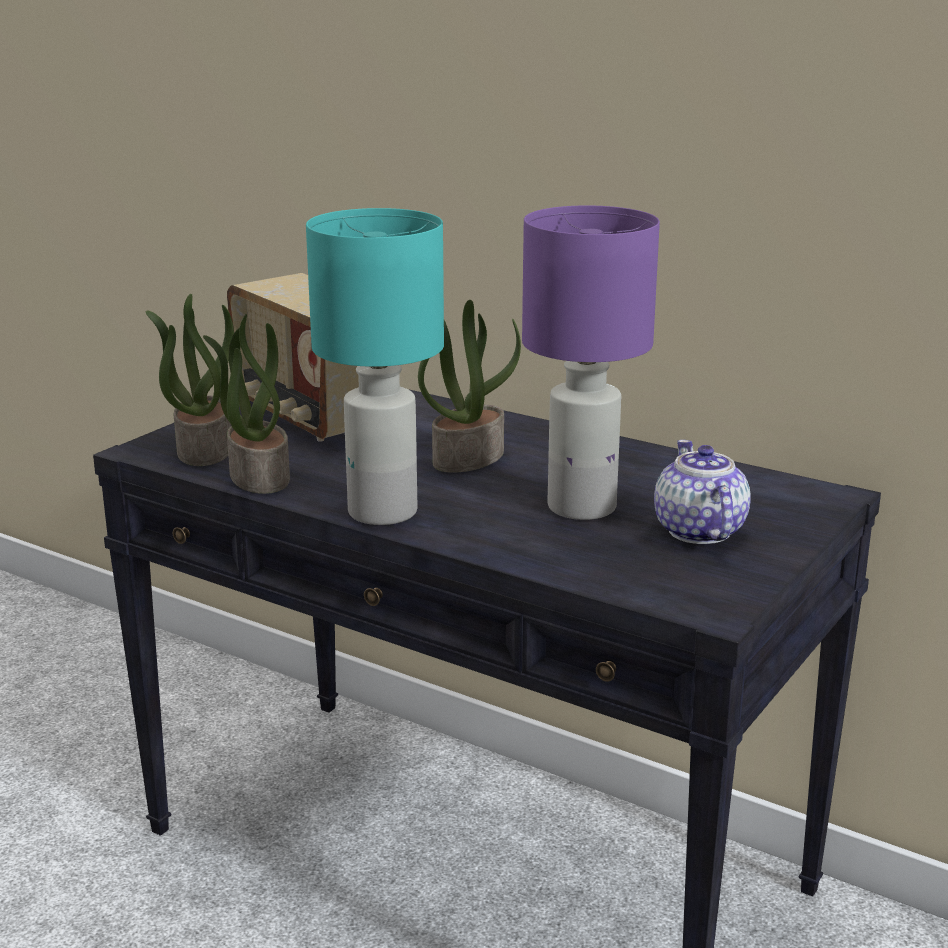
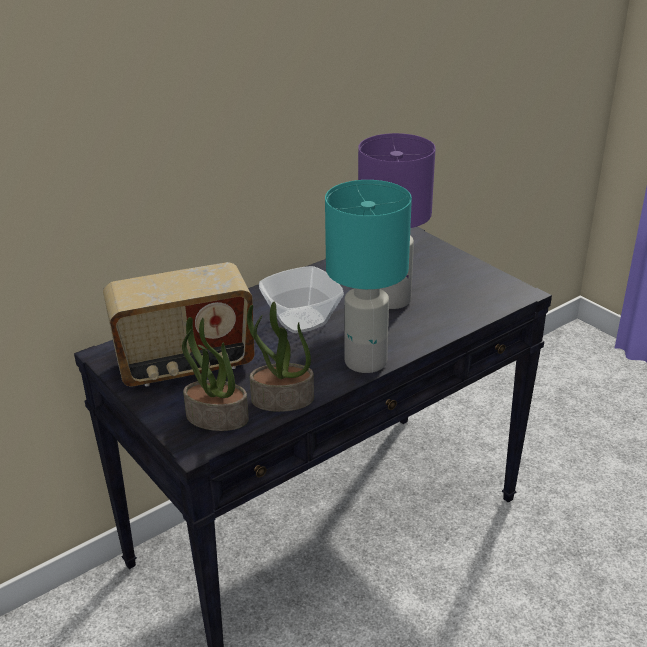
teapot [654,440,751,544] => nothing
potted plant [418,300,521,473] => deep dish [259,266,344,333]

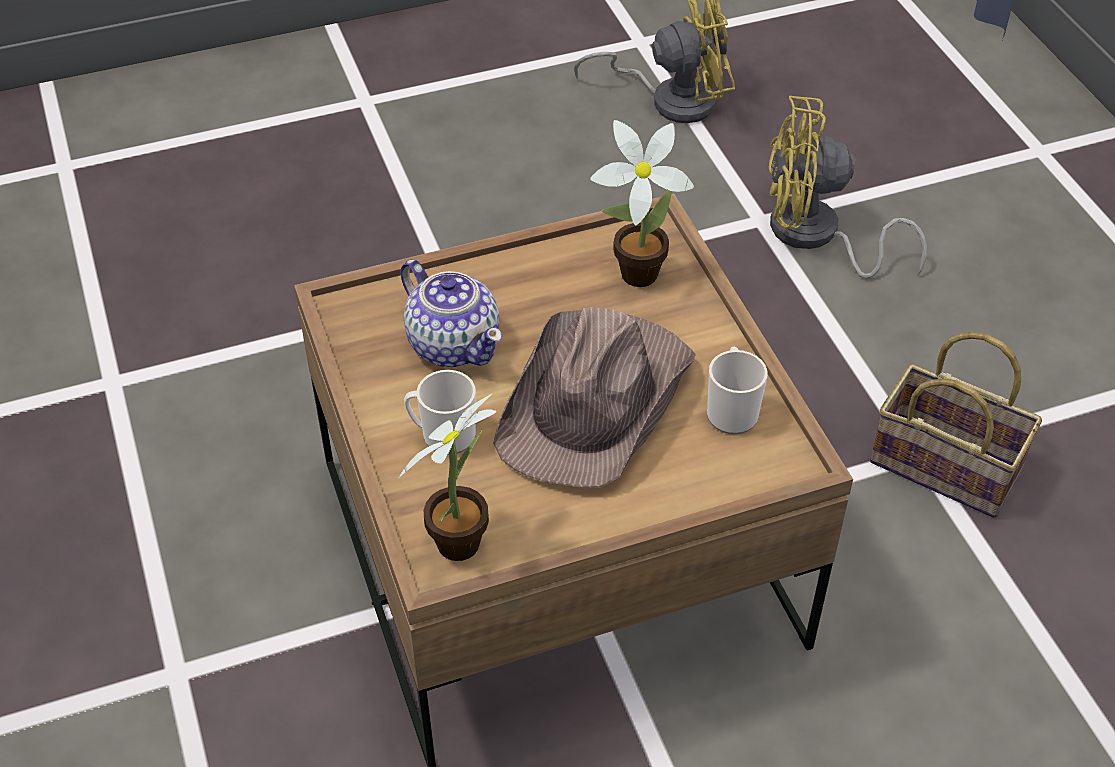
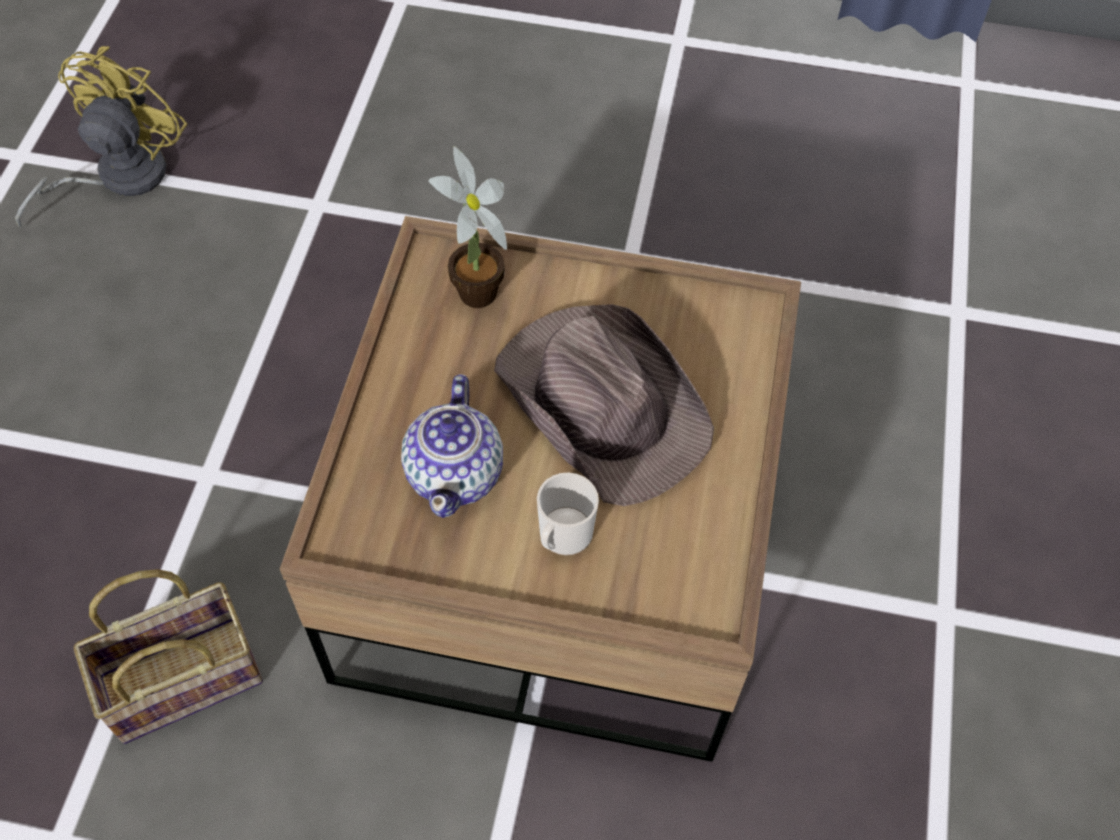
potted plant [398,393,496,561] => nothing
tea mug [707,347,768,434] => nothing
yellow-coloured cooling fan [769,96,927,278] => nothing
basket [870,332,1042,518] => basket [74,569,263,744], moved
teapot [400,259,502,367] => teapot [401,374,503,518], 105 degrees clockwise

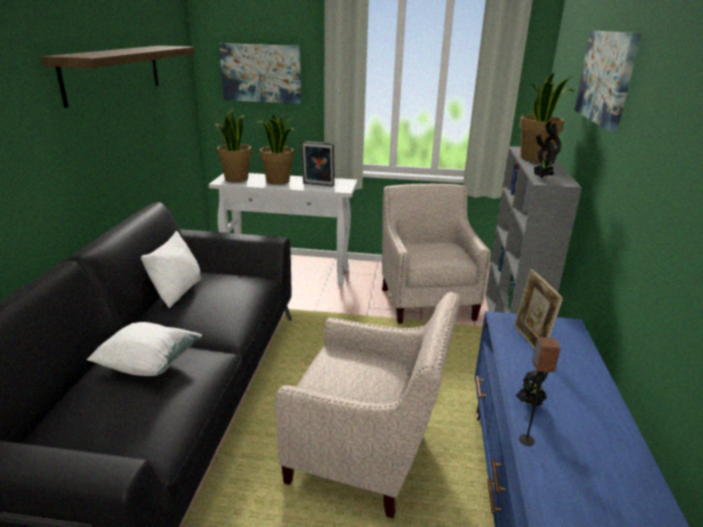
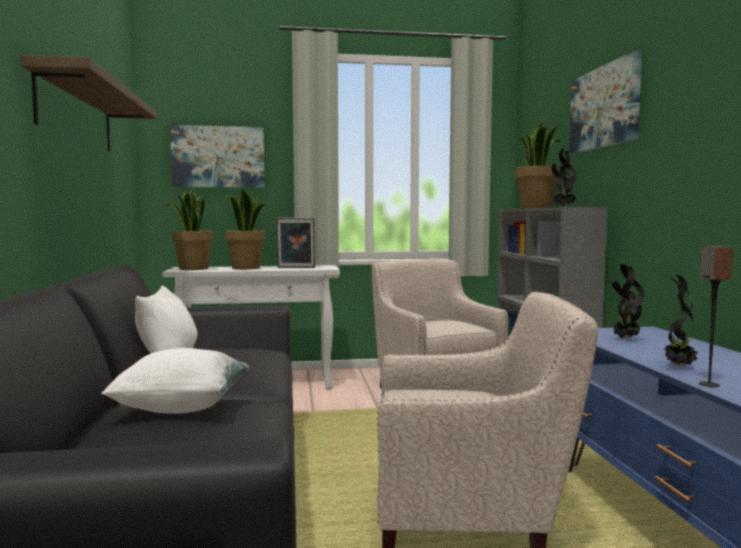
photo frame [514,269,563,350] => potted plant [612,264,645,338]

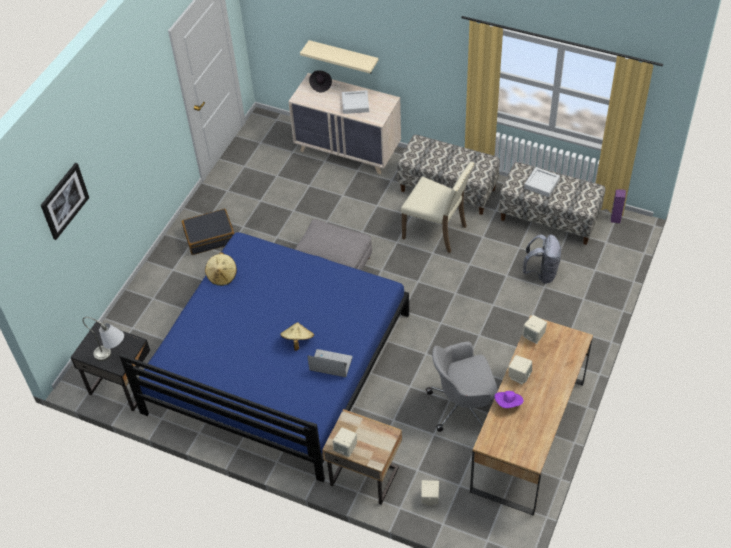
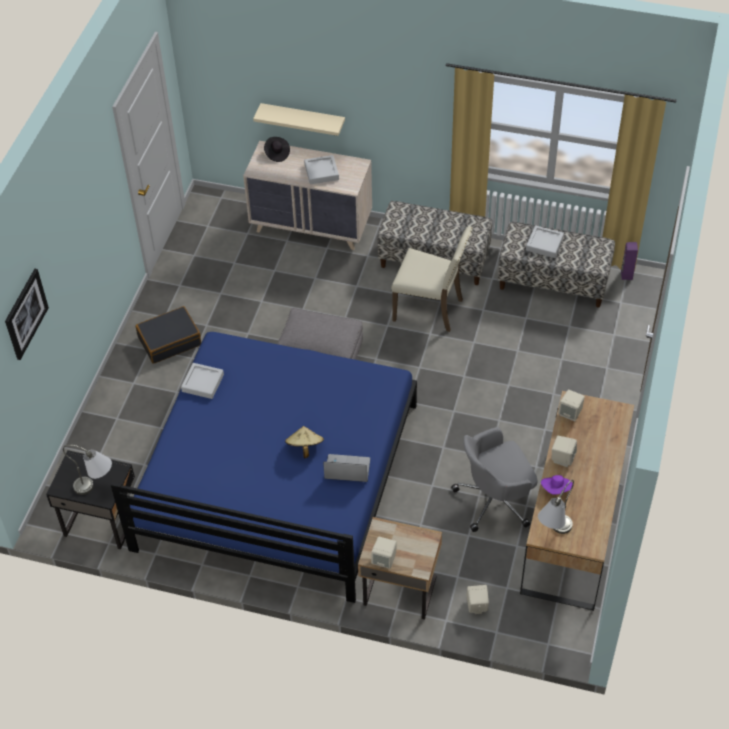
greyish backpack [523,234,561,284] => nothing
nothing => greyish lamp for a table [538,480,574,534]
sand-coloured wearable hat [205,252,237,286] => greyish serving tray [181,363,224,399]

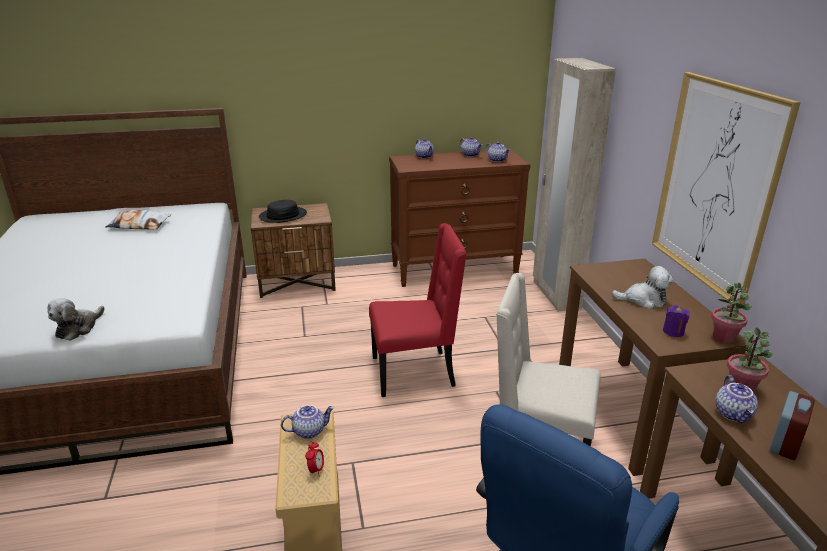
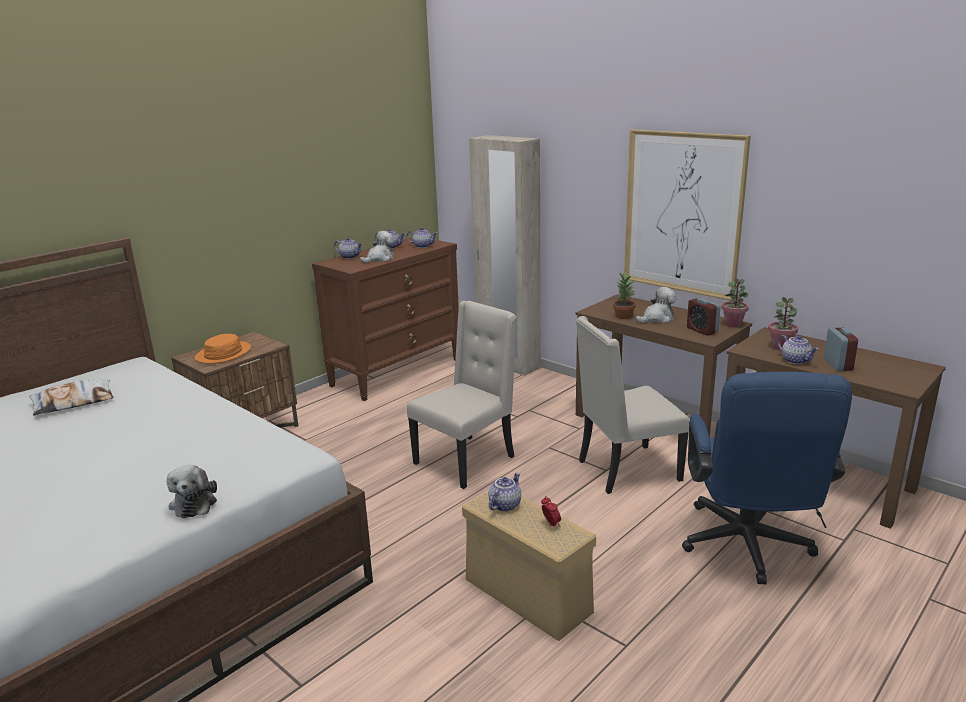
nothing => cuddly toy [360,231,394,263]
nothing => potted plant [613,272,636,319]
purple-coloured wax light [663,305,690,337] => bedside clock [687,298,721,336]
black-coloured wearable hat [259,200,307,223] => orange-coloured wearable hat [195,334,251,364]
reddish chair [369,223,467,397] => sand-coloured chair [407,301,517,489]

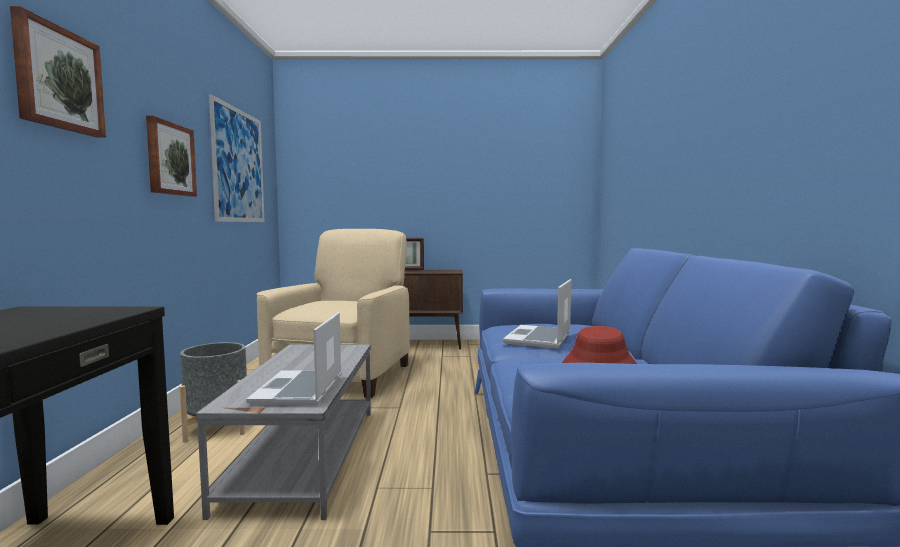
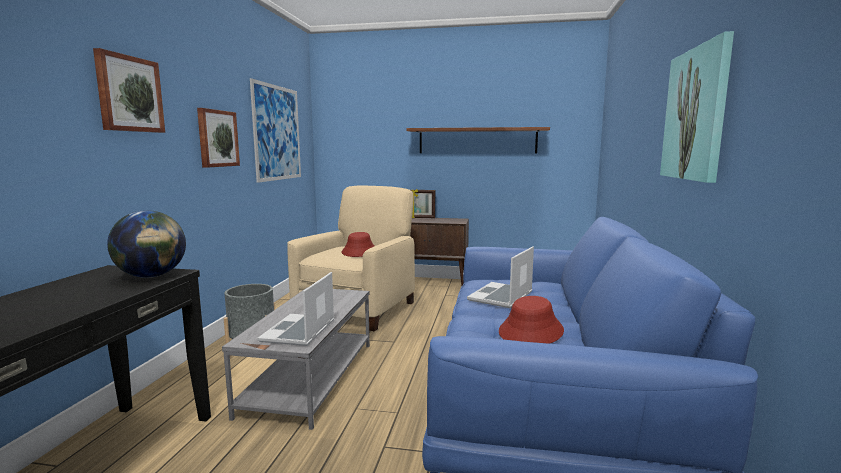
nothing => globe [107,210,186,278]
nothing => reddish wearable hat [342,232,374,257]
nothing => brown-coloured shelf [406,127,550,153]
nothing => picture [660,31,734,183]

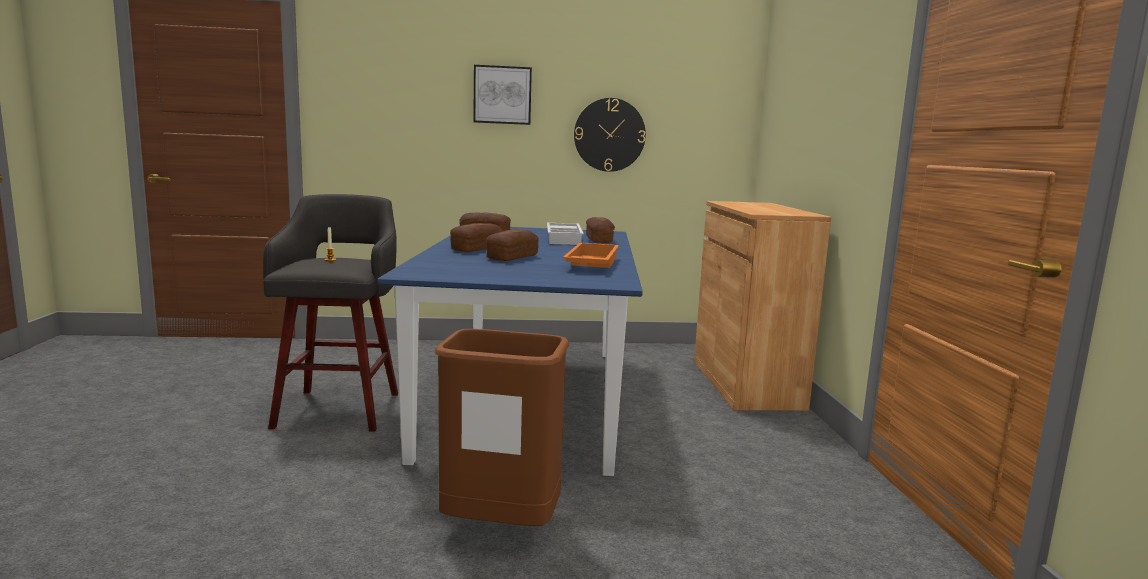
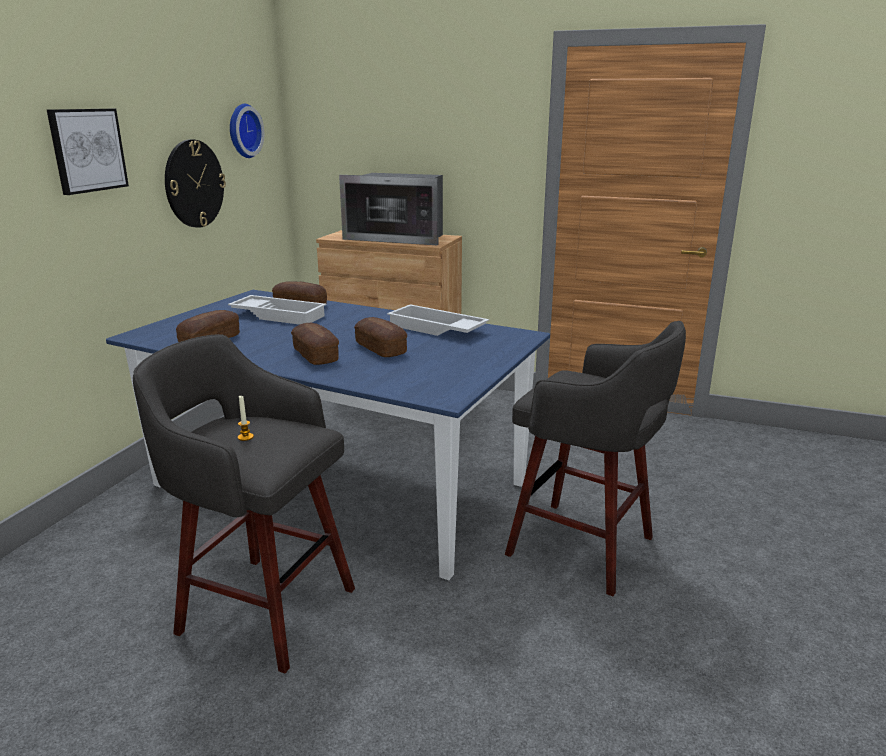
nothing => hanging clock [230,104,264,158]
nothing => microwave oven [339,173,443,245]
brown-coloured trash can [435,329,569,526] => greyish stool seat [505,321,686,596]
orange-coloured serving tray [563,243,619,268] => white-coloured serving tray [387,304,489,336]

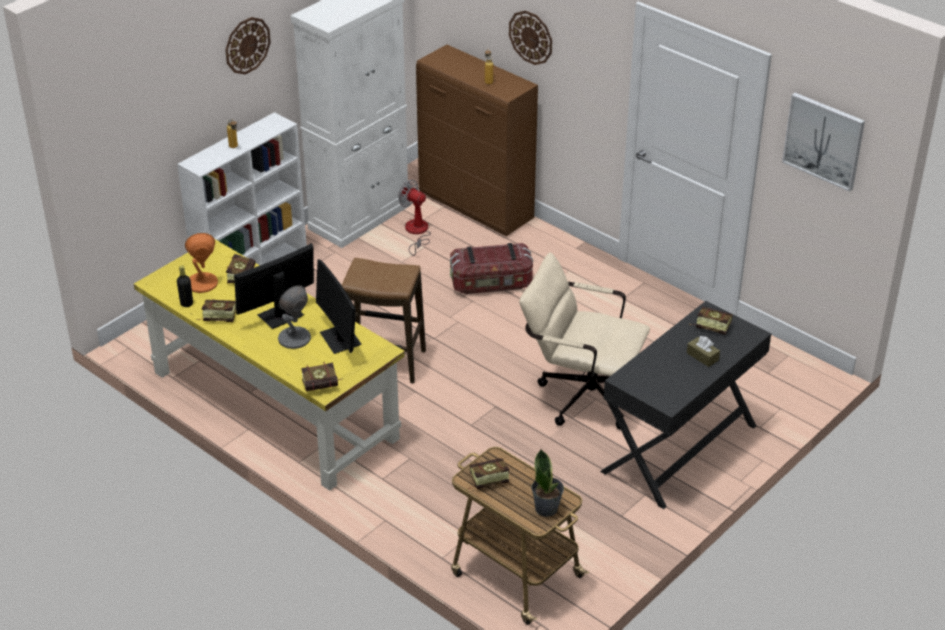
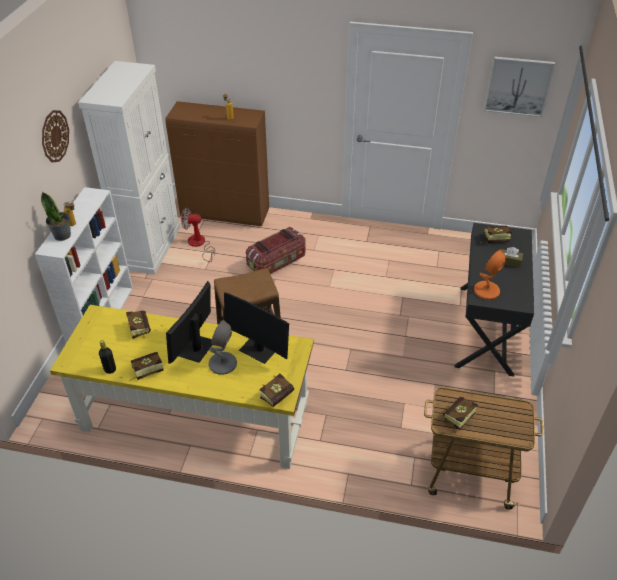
hanging clock [509,10,552,65] => nothing
sand-coloured desk chair [519,252,650,429] => nothing
orange-coloured lamp for a table [185,233,218,293] => orange-coloured lamp for a table [474,250,506,300], moved
potted plant [531,449,564,517] => potted plant [41,191,71,241], moved

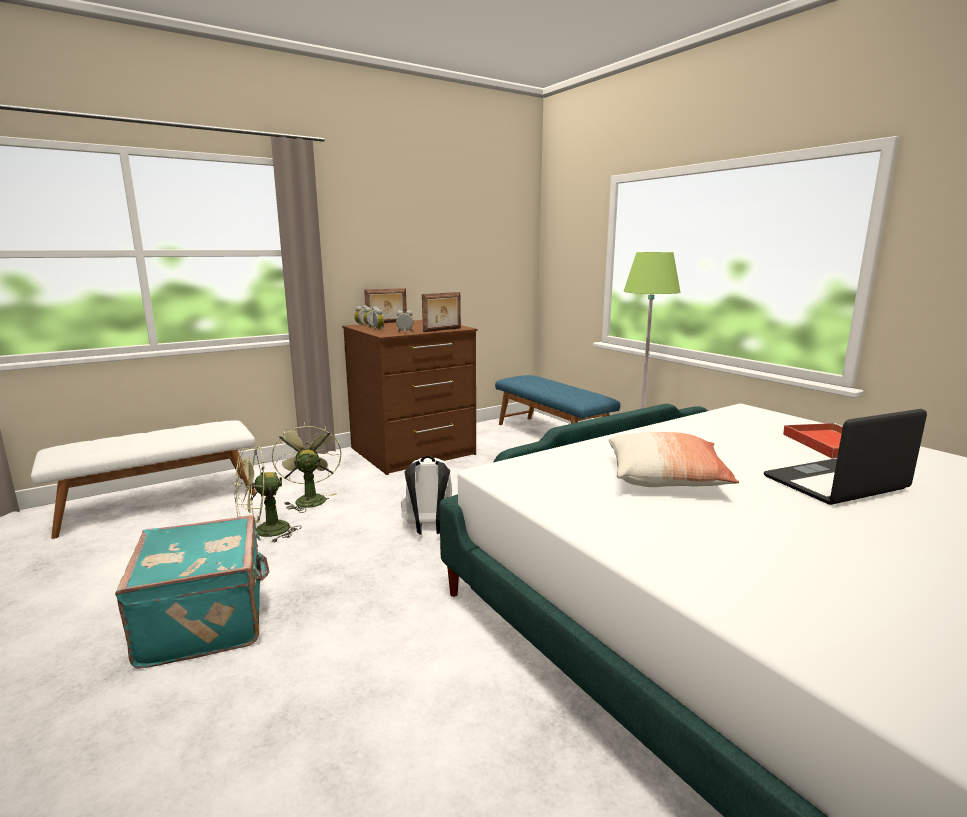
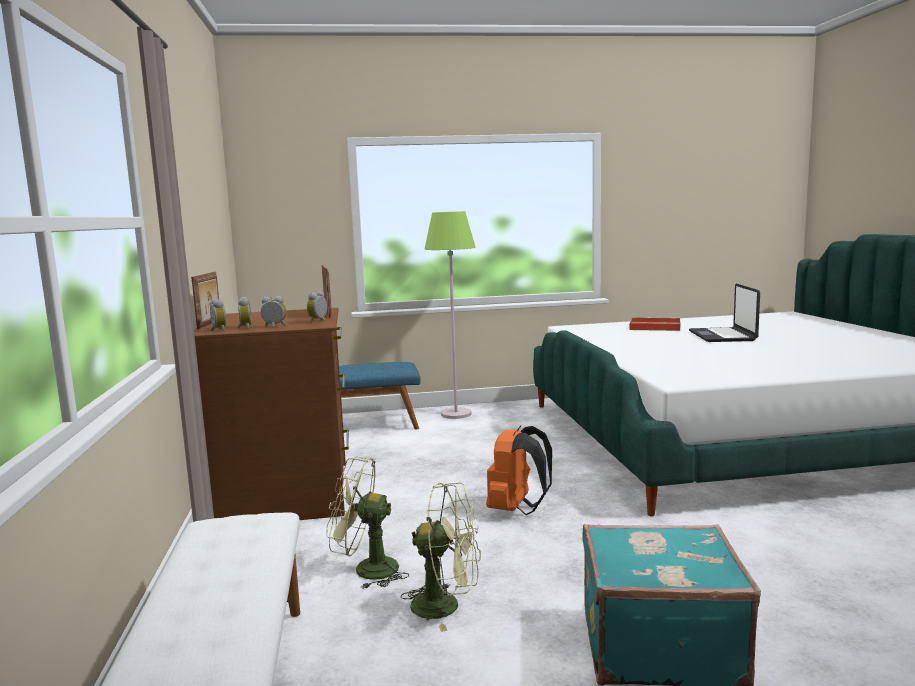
cushion [609,432,739,487] => nothing
white-coloured backpack [401,456,457,535] => orange-coloured backpack [486,425,552,515]
greenish cooling fan [235,447,302,543] => greenish cooling fan [401,482,481,632], 75 degrees counterclockwise

